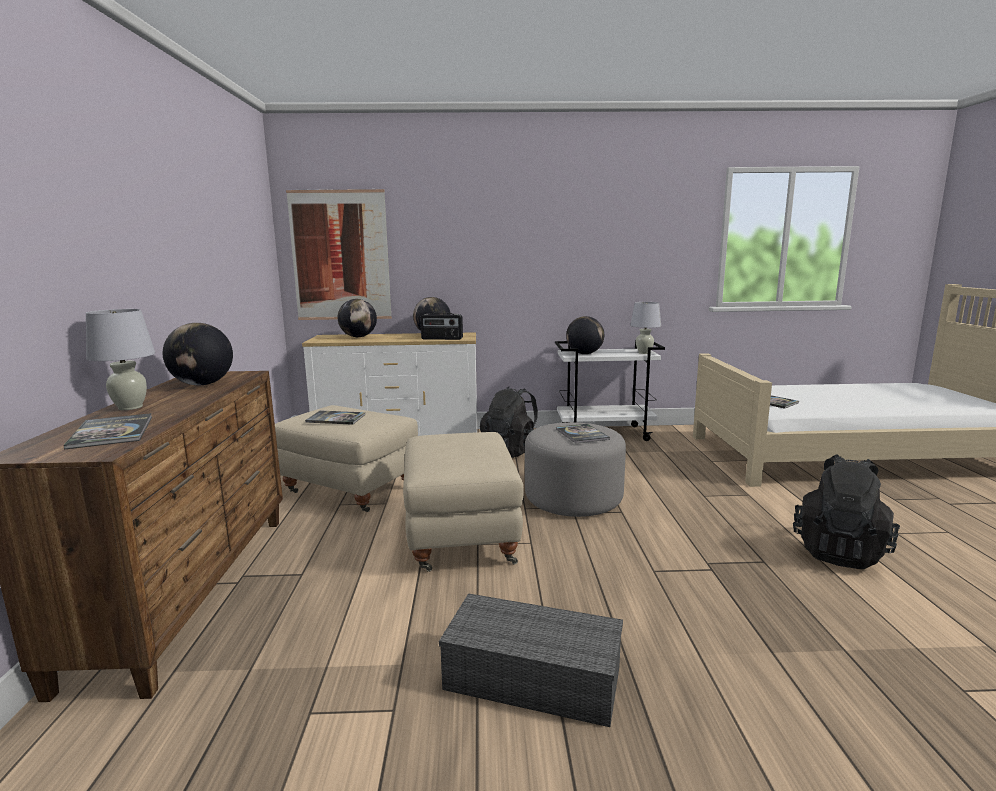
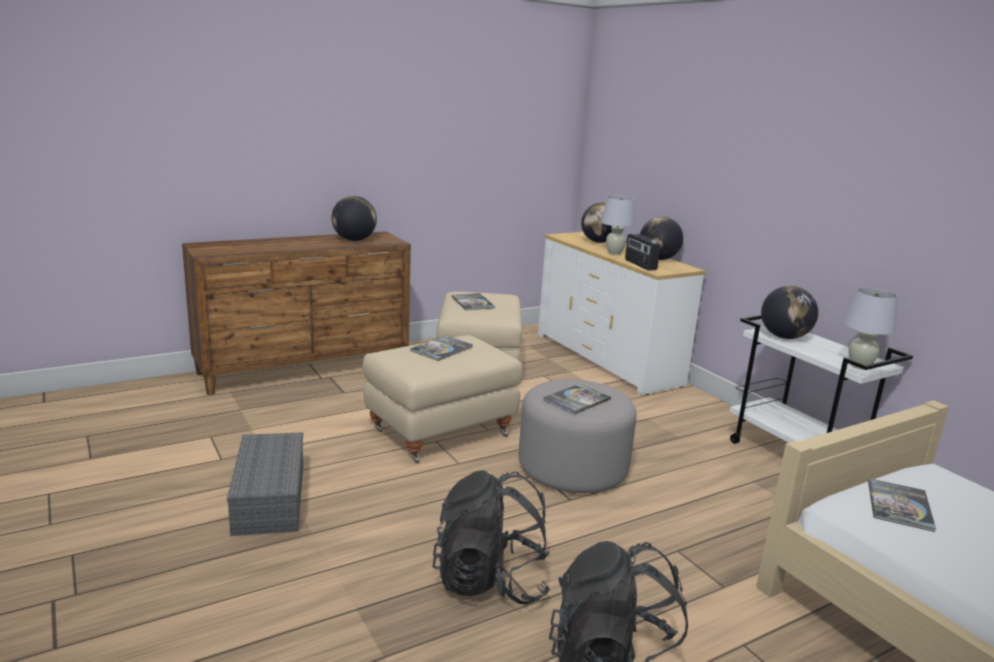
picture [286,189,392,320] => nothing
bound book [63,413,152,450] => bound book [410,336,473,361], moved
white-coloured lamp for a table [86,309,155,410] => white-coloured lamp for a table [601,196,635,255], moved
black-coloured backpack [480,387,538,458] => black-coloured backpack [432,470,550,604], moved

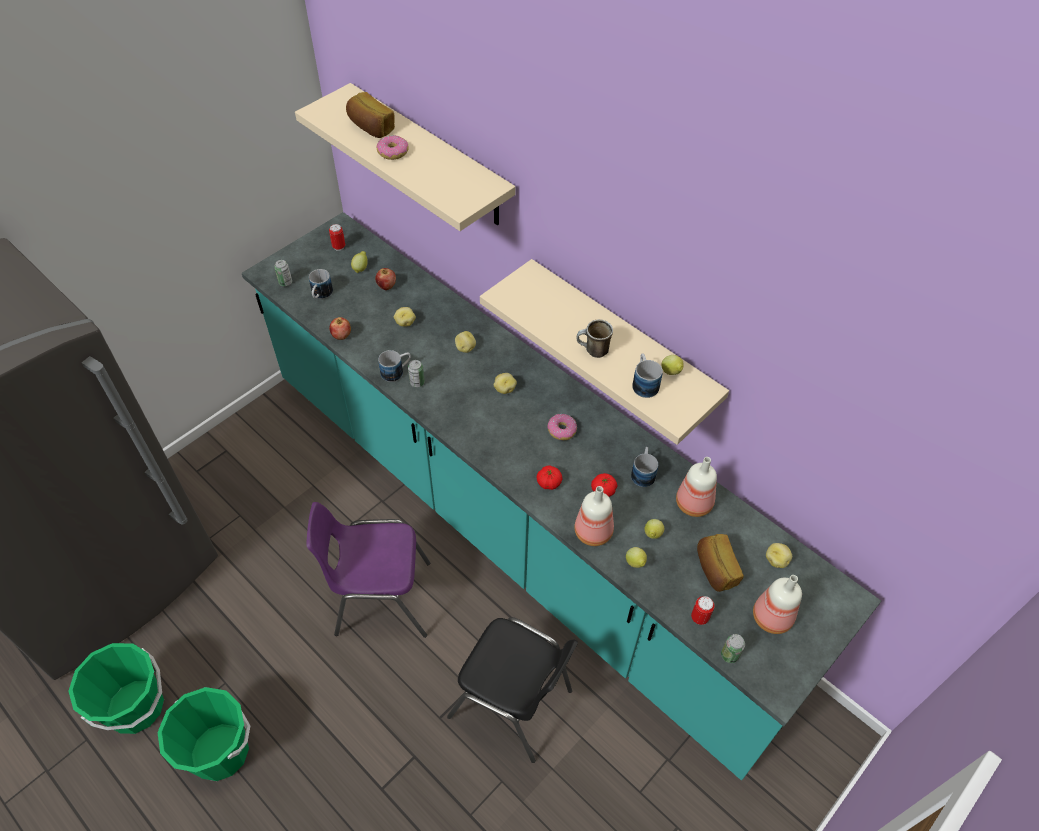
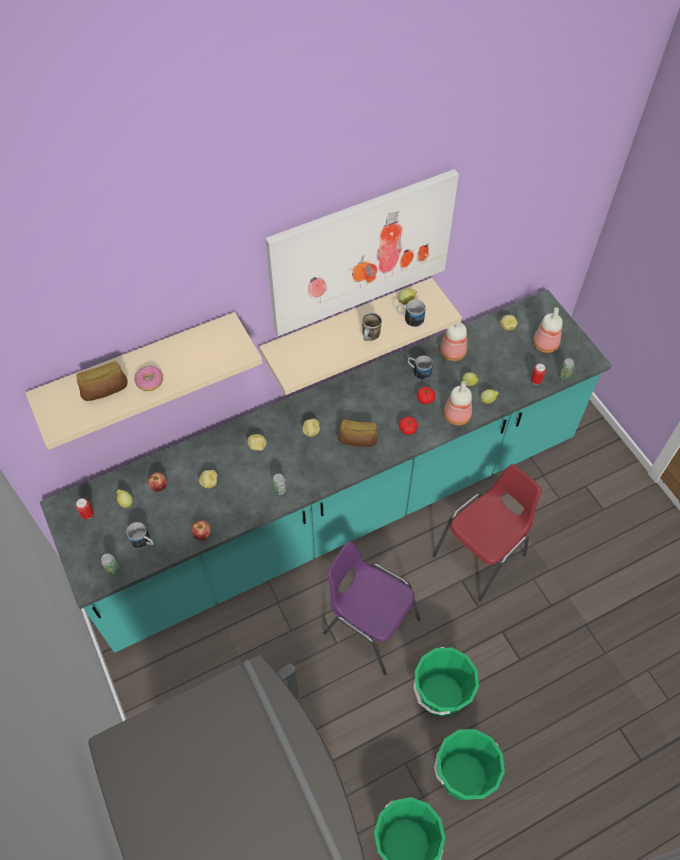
tea mug [378,350,411,382] => nothing
donut [548,414,577,440] => nothing
nothing => picture [265,169,459,336]
nothing => greenish pail [413,647,479,717]
baked bread [697,534,744,592] => baked bread [338,419,377,447], moved
black-coloured chair [447,617,578,763] => reddish chair [432,464,542,601]
purple-coloured chair [306,502,430,638] => purple-coloured chair [323,541,420,675], 105 degrees clockwise

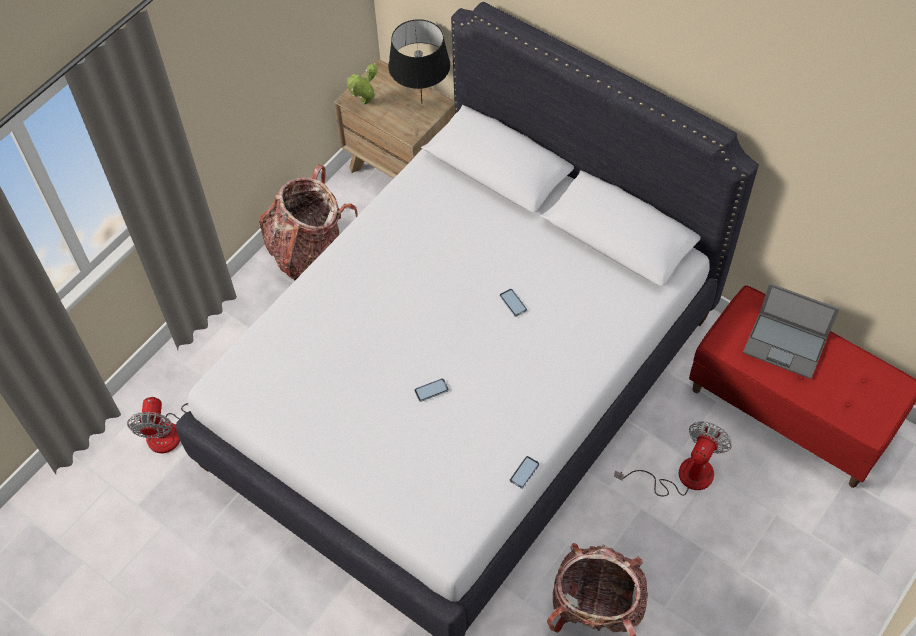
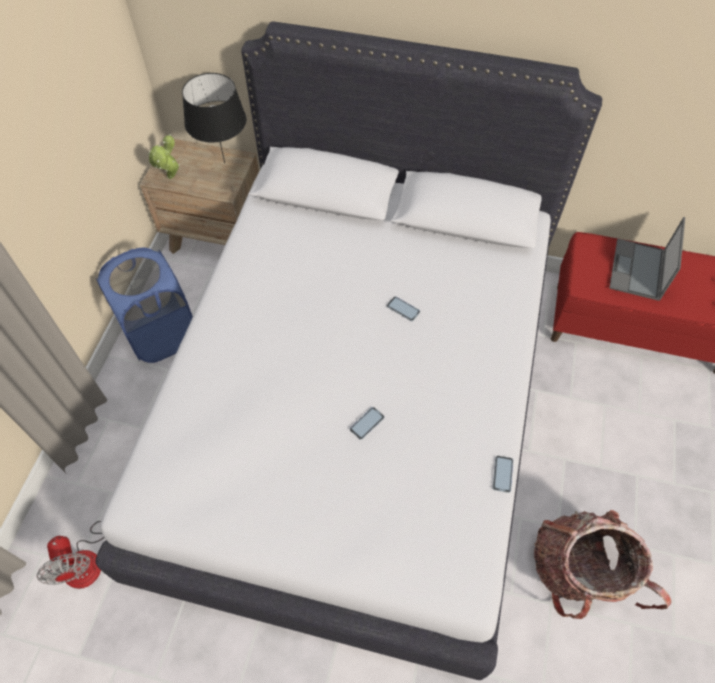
cooling fan [614,421,732,496] => nothing
backpack [259,165,357,280] => blue-coloured hamper [96,248,193,363]
laptop [743,283,839,379] => laptop [609,217,685,301], 105 degrees clockwise

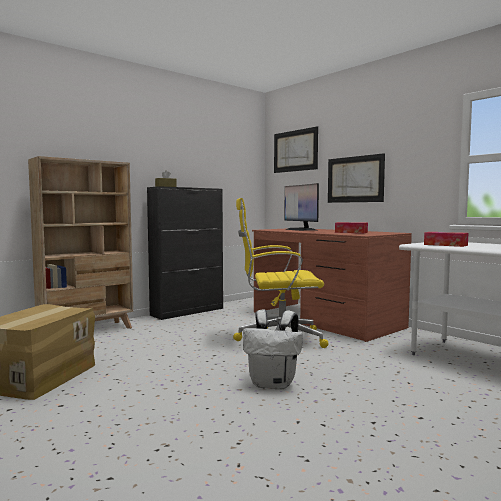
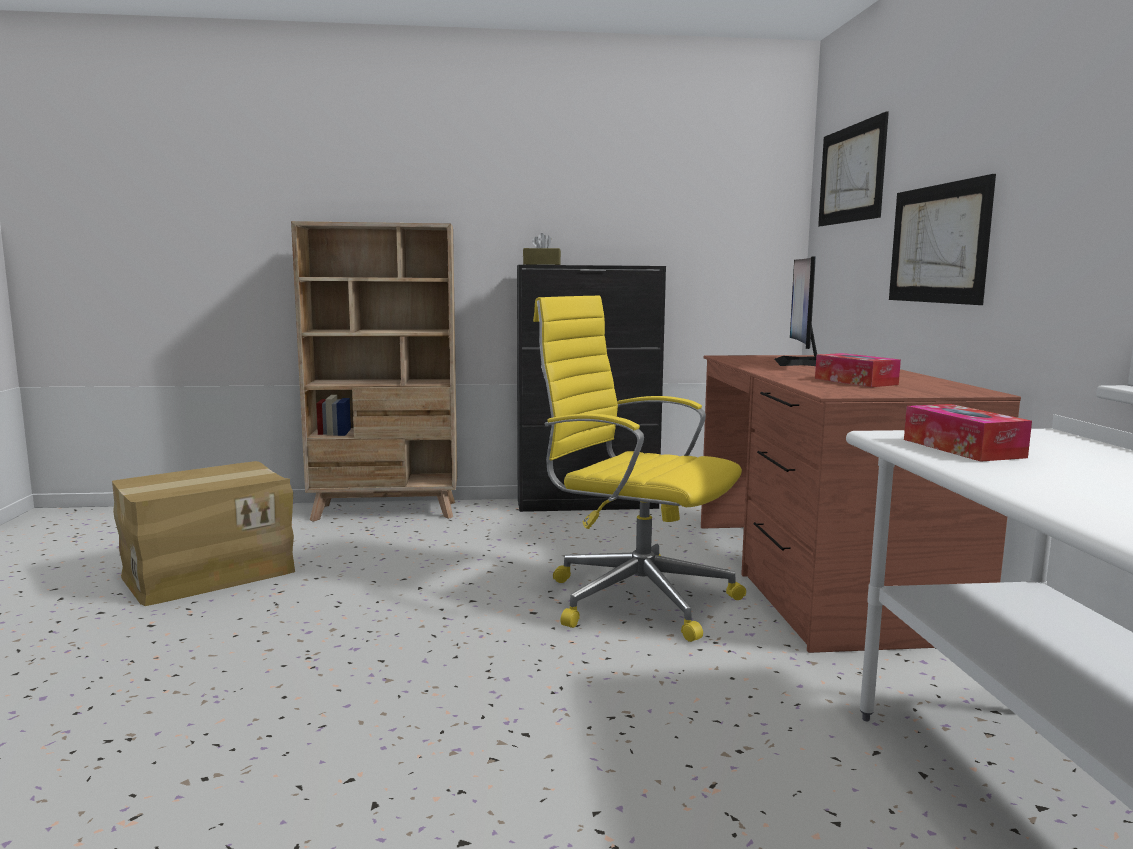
white-coloured backpack [243,309,303,389] => nothing

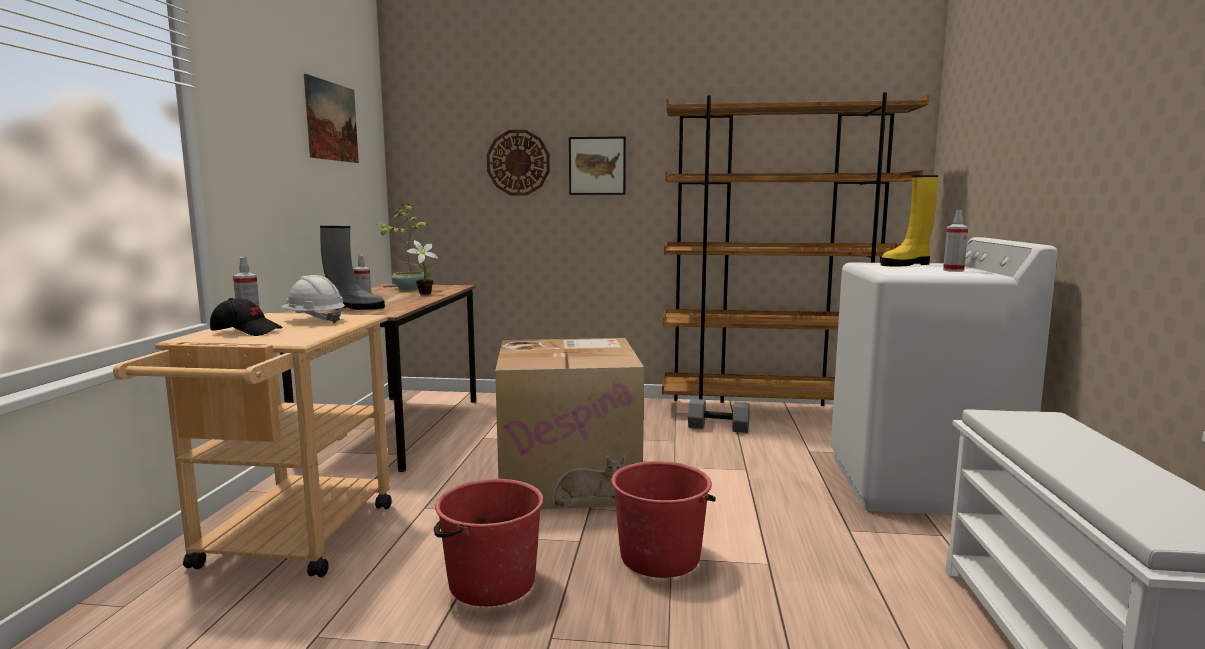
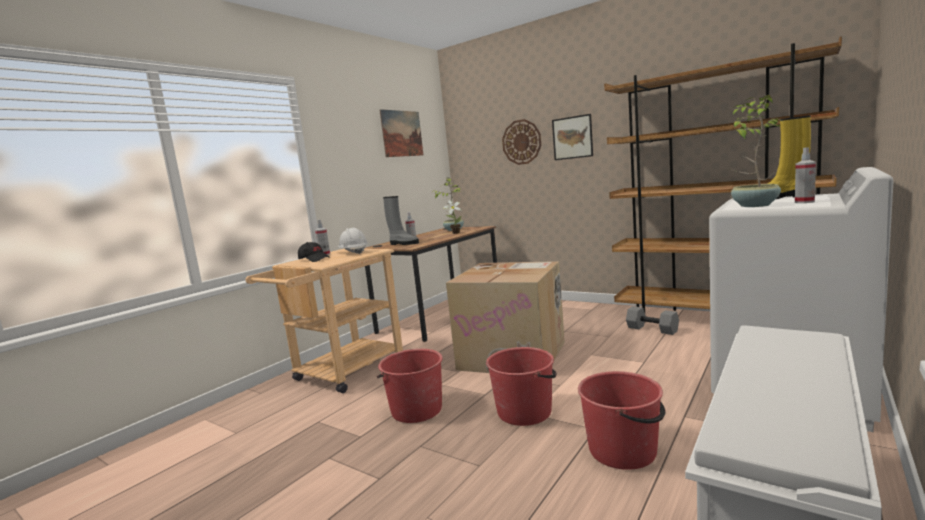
nothing => reddish pail [578,371,666,470]
nothing => potted plant [728,95,783,207]

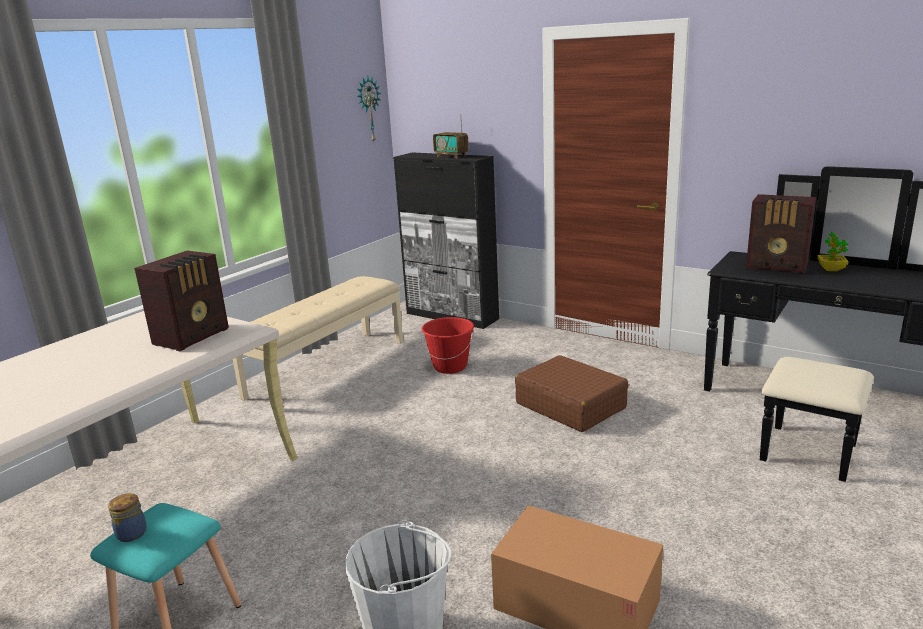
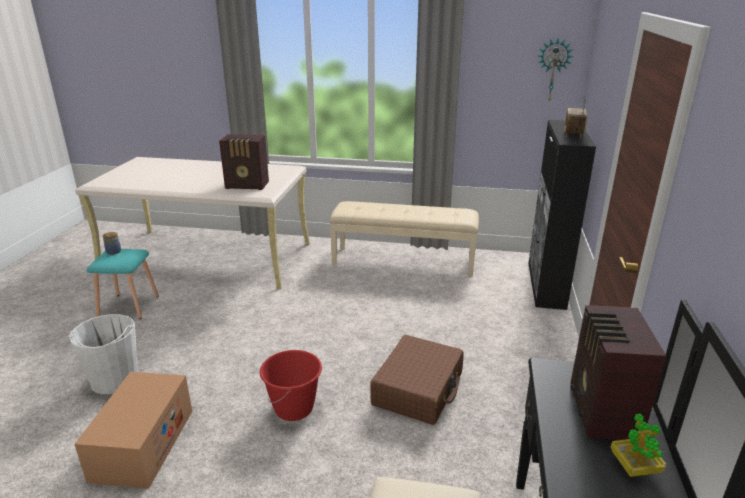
reddish pail [421,317,474,374] => reddish pail [260,350,322,421], moved

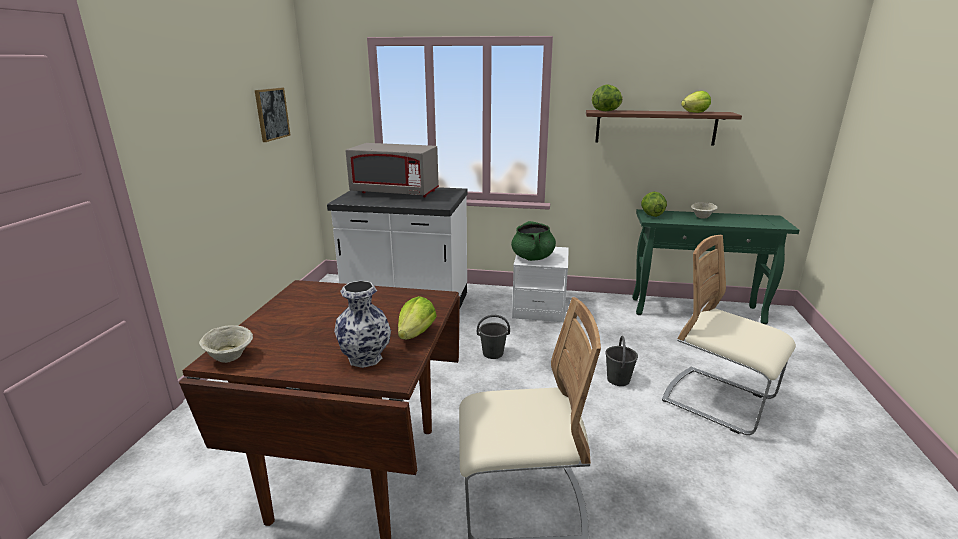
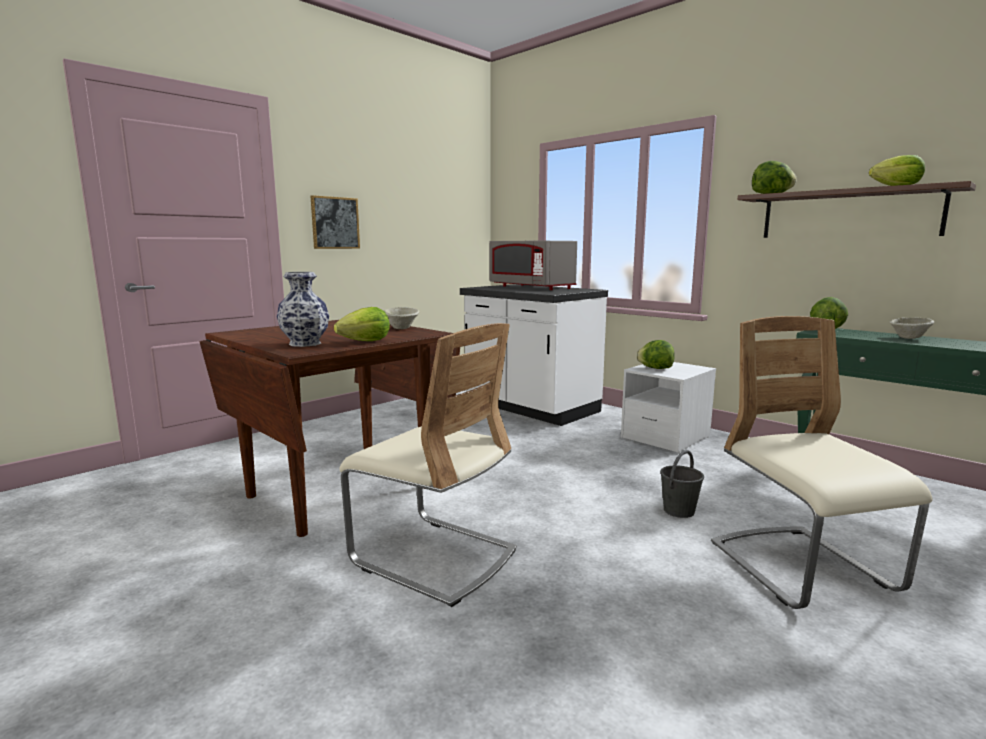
greyish pail [477,315,510,359] => nothing
sand-coloured deep dish [199,325,253,363] => sand-coloured deep dish [384,307,419,329], moved
picture [255,88,291,142] => picture [311,195,360,249], moved
greenish stockpot [511,221,556,261] => lettuce head [636,340,675,369]

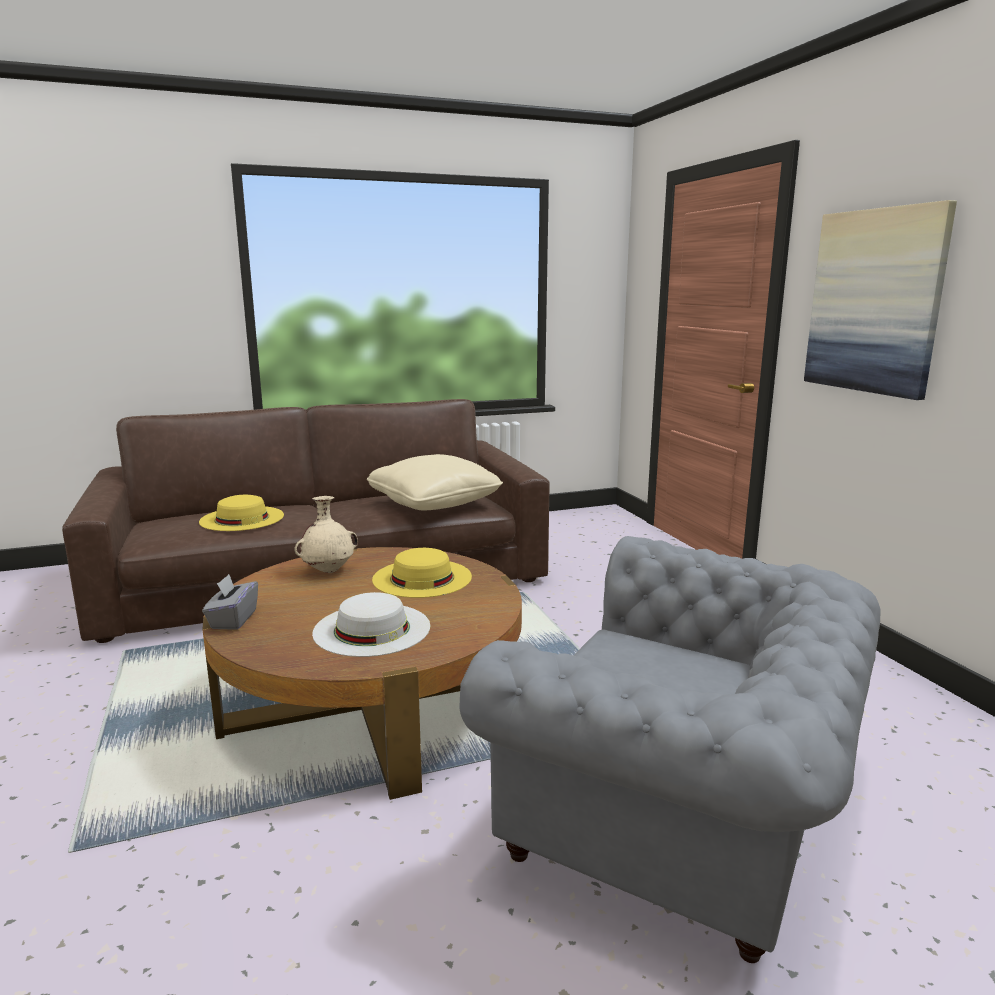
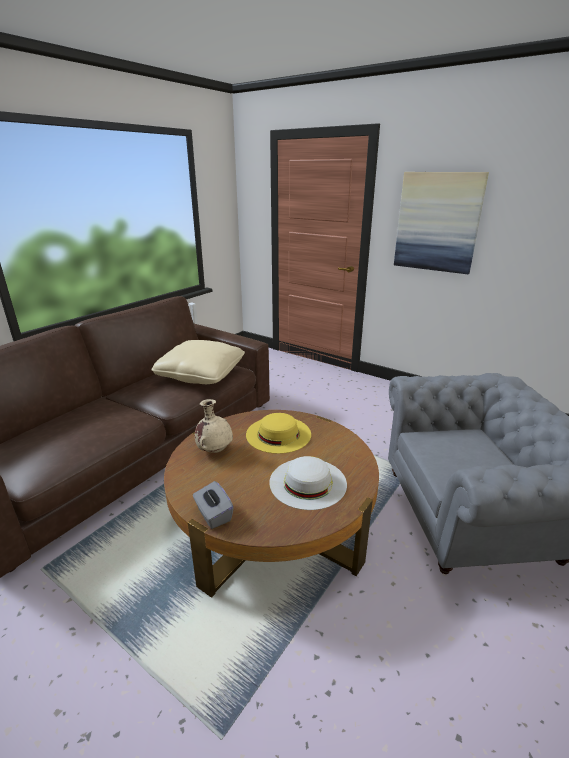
yellow-coloured wearable hat [199,495,284,531] => nothing

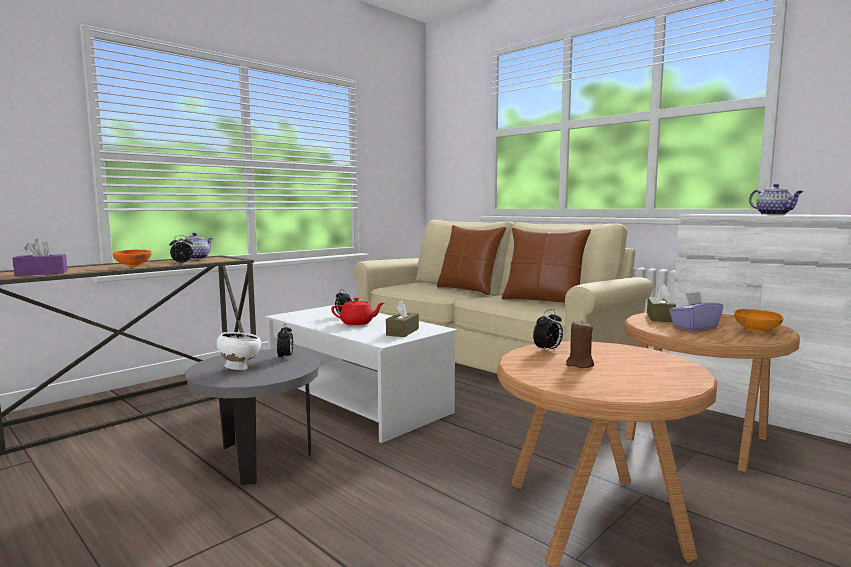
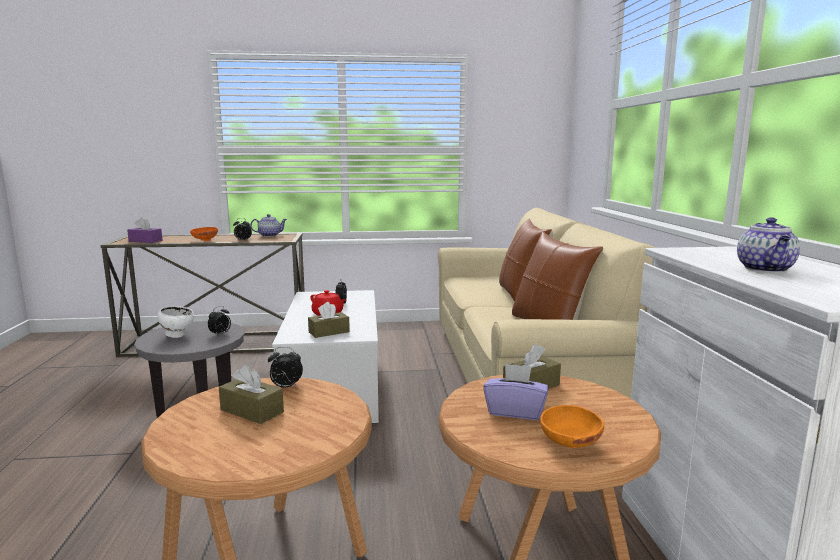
brown-coloured wax light [566,320,594,368] => brown-coloured tissue box [219,365,284,424]

